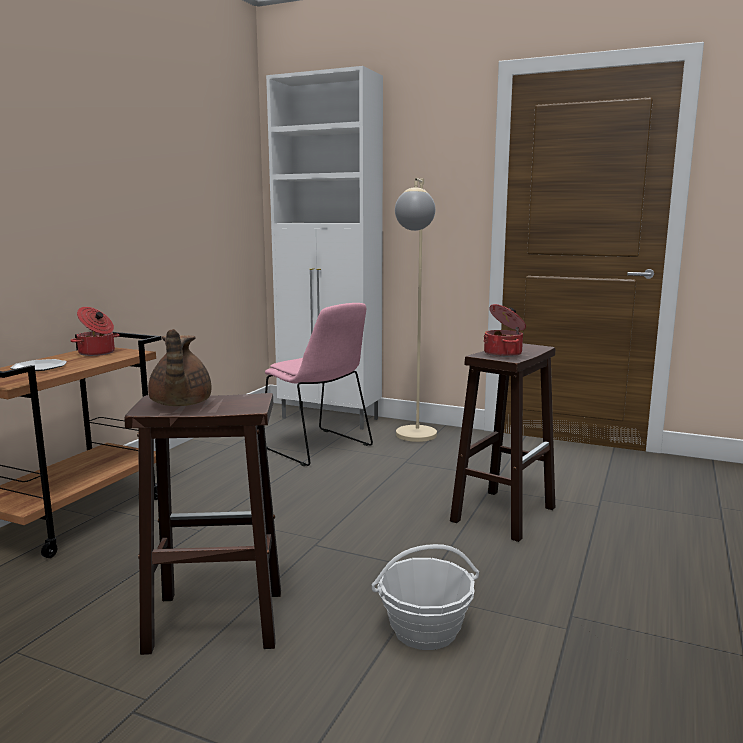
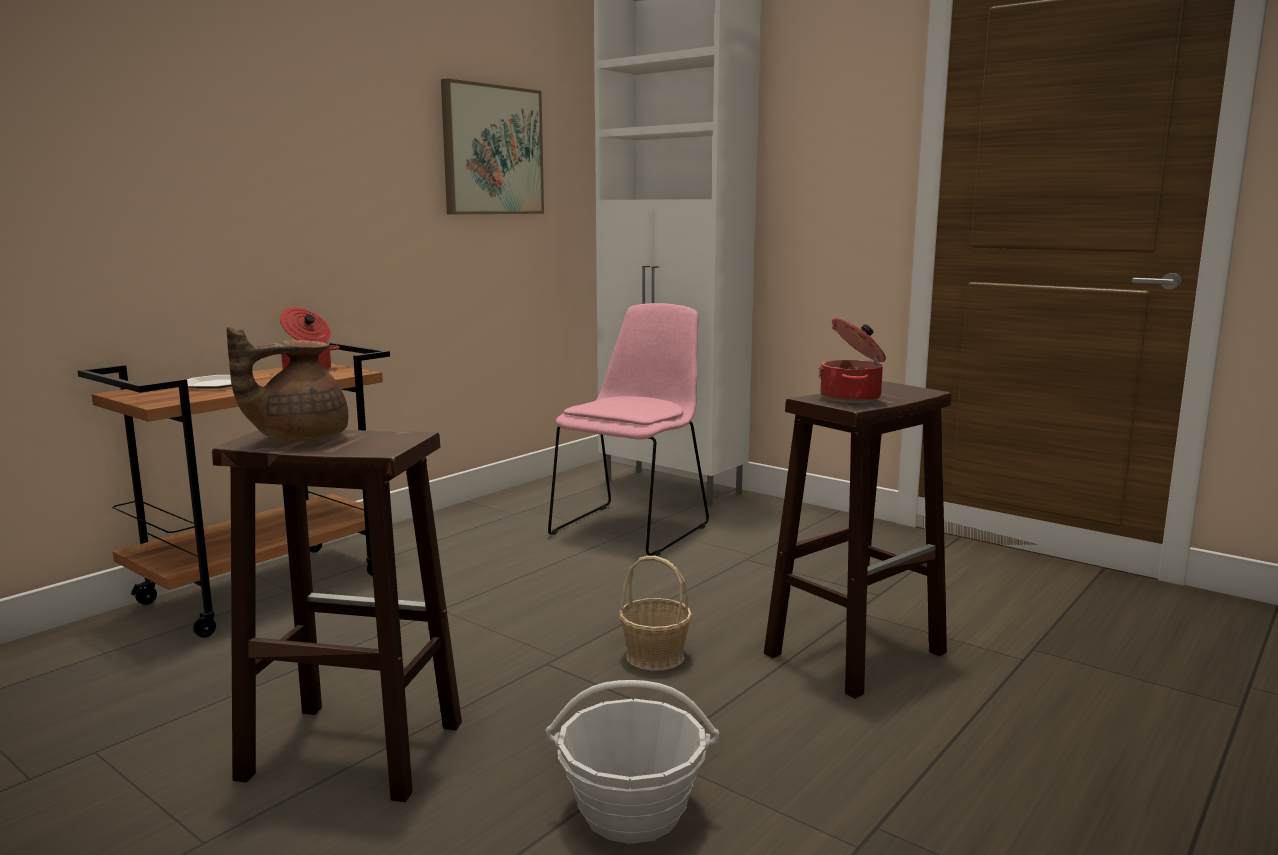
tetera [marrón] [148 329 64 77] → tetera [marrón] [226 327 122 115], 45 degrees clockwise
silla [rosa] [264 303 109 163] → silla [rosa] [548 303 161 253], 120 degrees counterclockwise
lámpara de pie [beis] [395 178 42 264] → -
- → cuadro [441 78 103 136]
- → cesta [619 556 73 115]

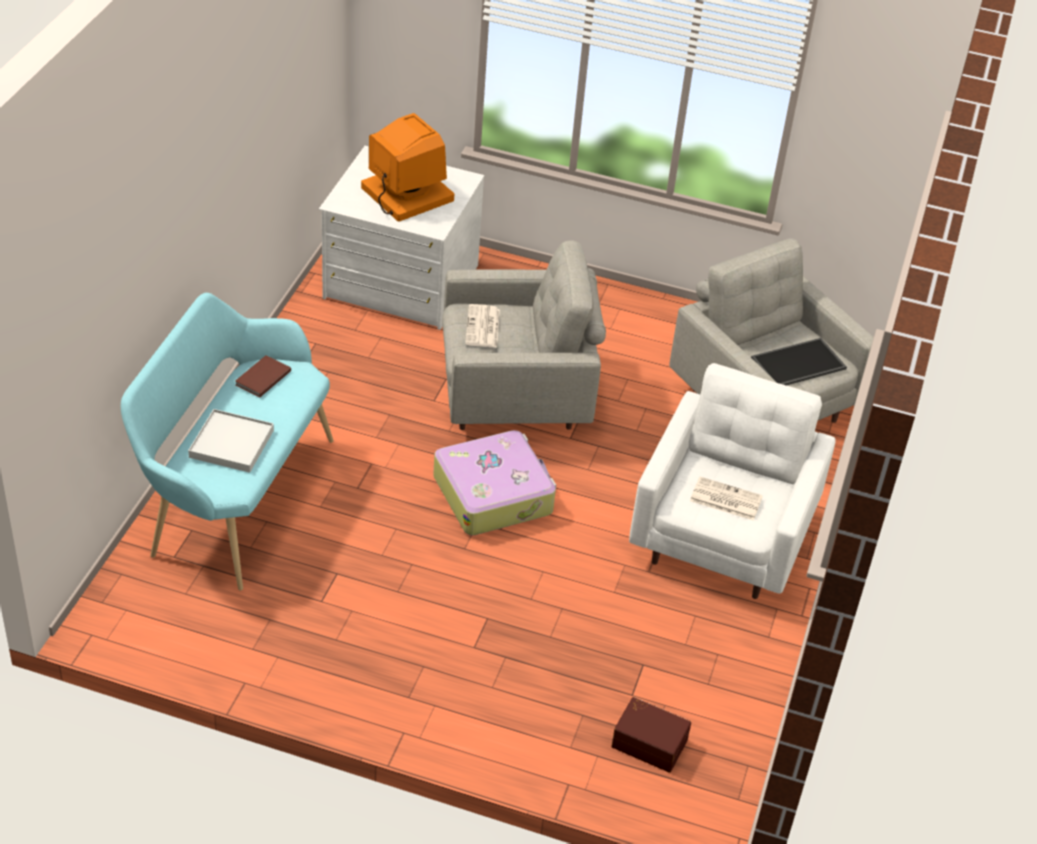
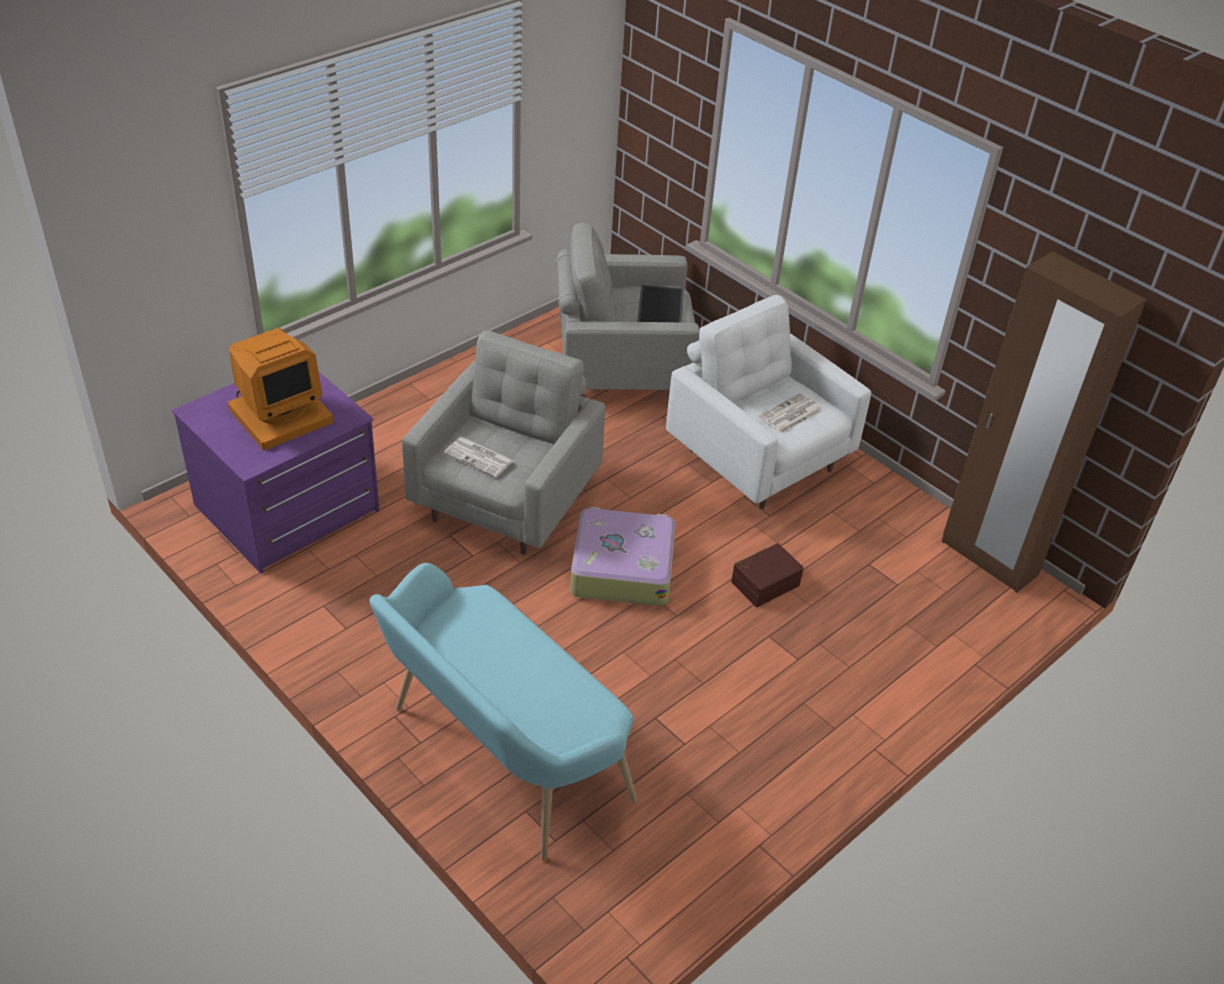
bandeja [blanco] [188 409 86 64] → -
libro [marrón] [235 355 56 43] → -
cómoda [blanco] [319 146 165 184] → cómoda [morado] [172 372 208 202]
monitor [361 113 93 109] → monitor [228 328 105 122], 150 degrees clockwise
caja de almacenaje [marrón] [611 697 80 76] → caja de almacenaje [marrón] [731 543 73 64], moved
- → armario ropero [marrón] [942 251 205 342]

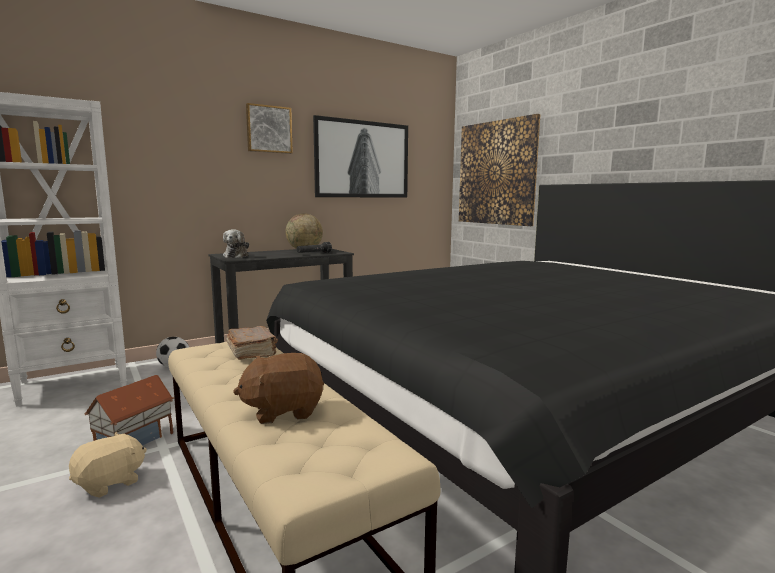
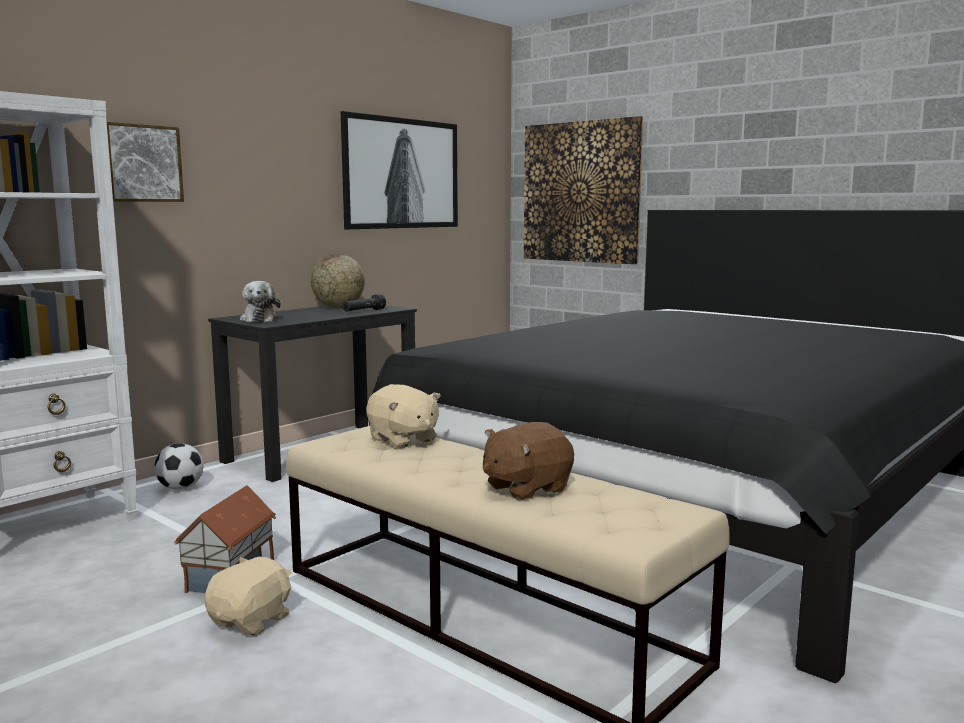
libro [marrón] [226 326 52 34] → peluche [beis] [366 384 75 64]
cuadro [246 103 47 51] → cuadro [107 122 77 80], moved

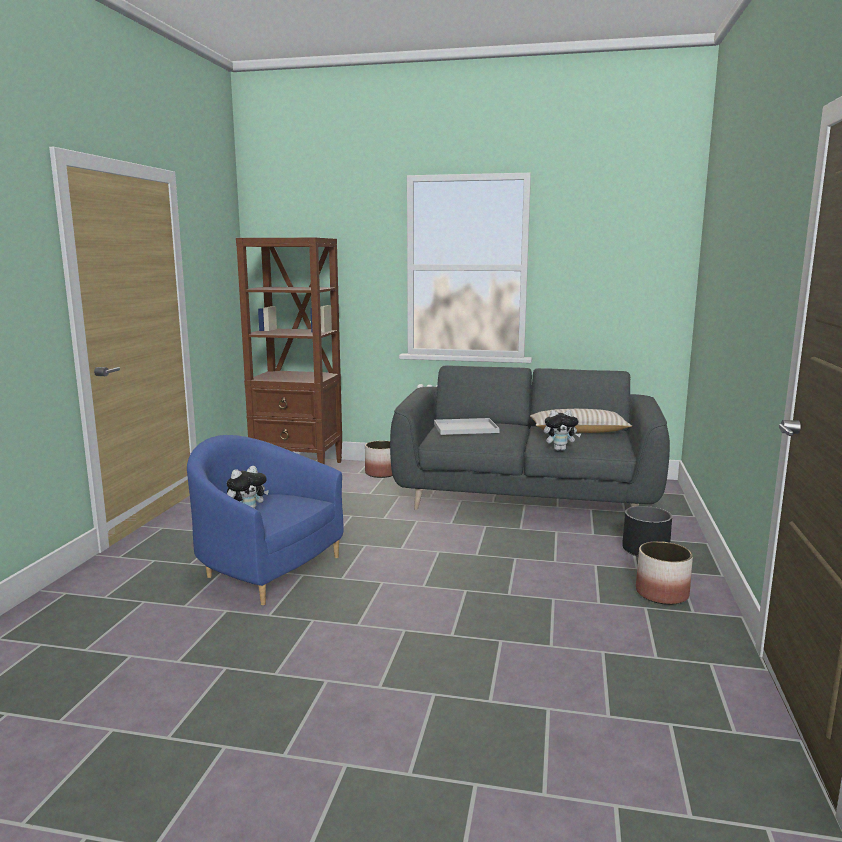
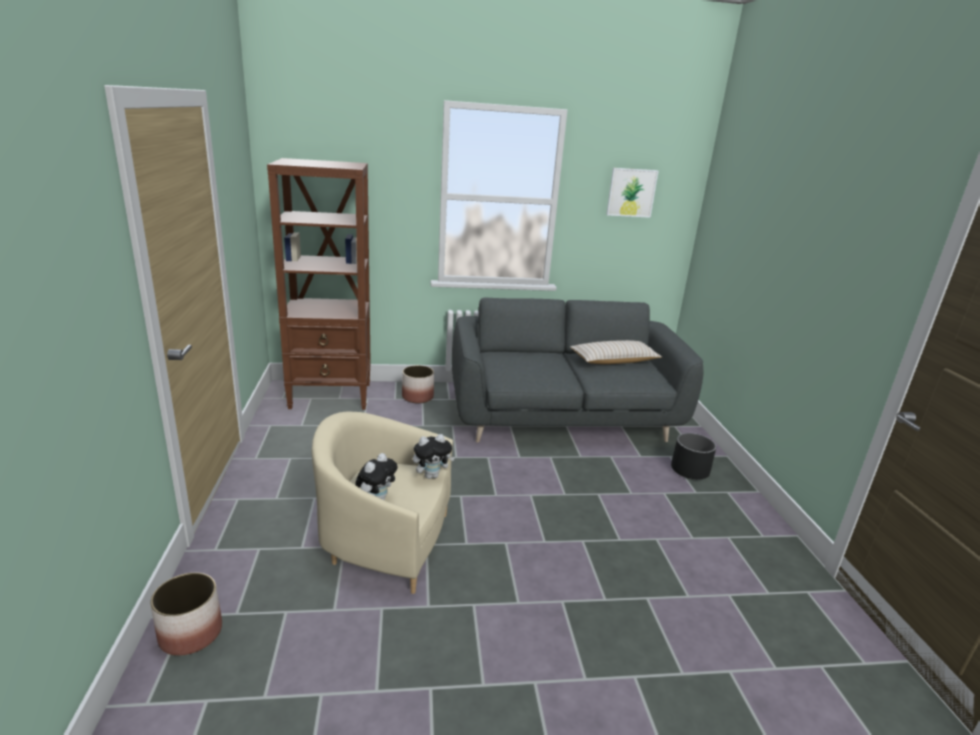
sillón [azul] [187 435 157 170] → sillón [beis] [312 412 141 182]
bandeja [blanco] [434 418 66 17] → -
peluche [544 410 37 41] → peluche [413 434 42 45], moved
maceta [636 541 57 64] → maceta [150 572 72 84], moved
- → cuadro [606 168 53 50]

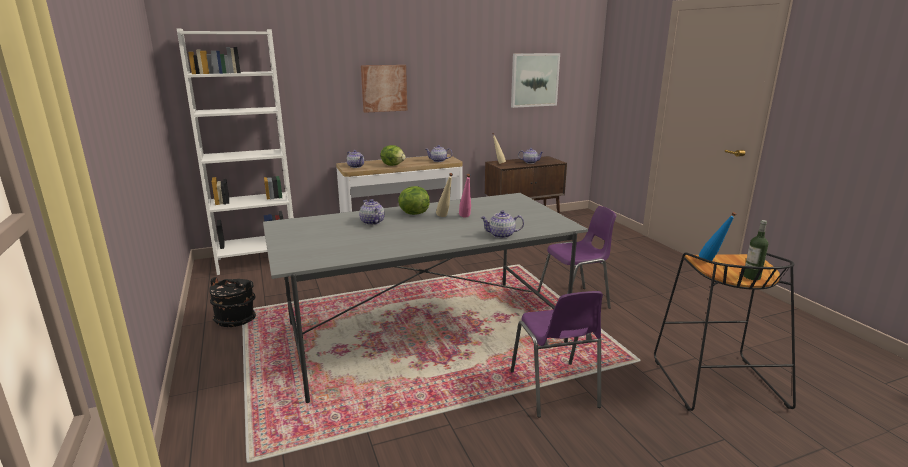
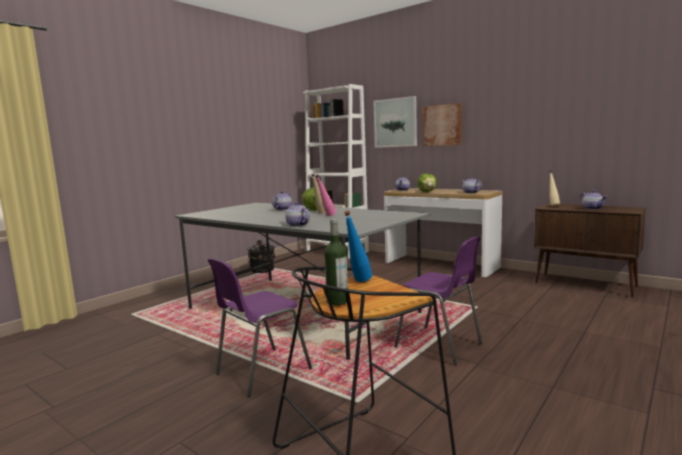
cuadro [511 53 49 55] → cuadro [373 96 44 52], moved

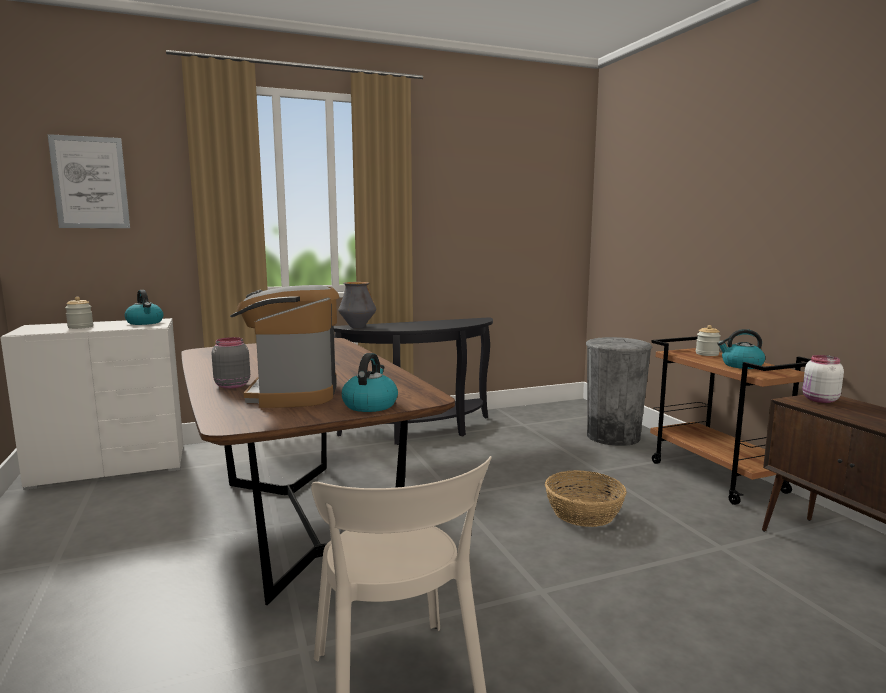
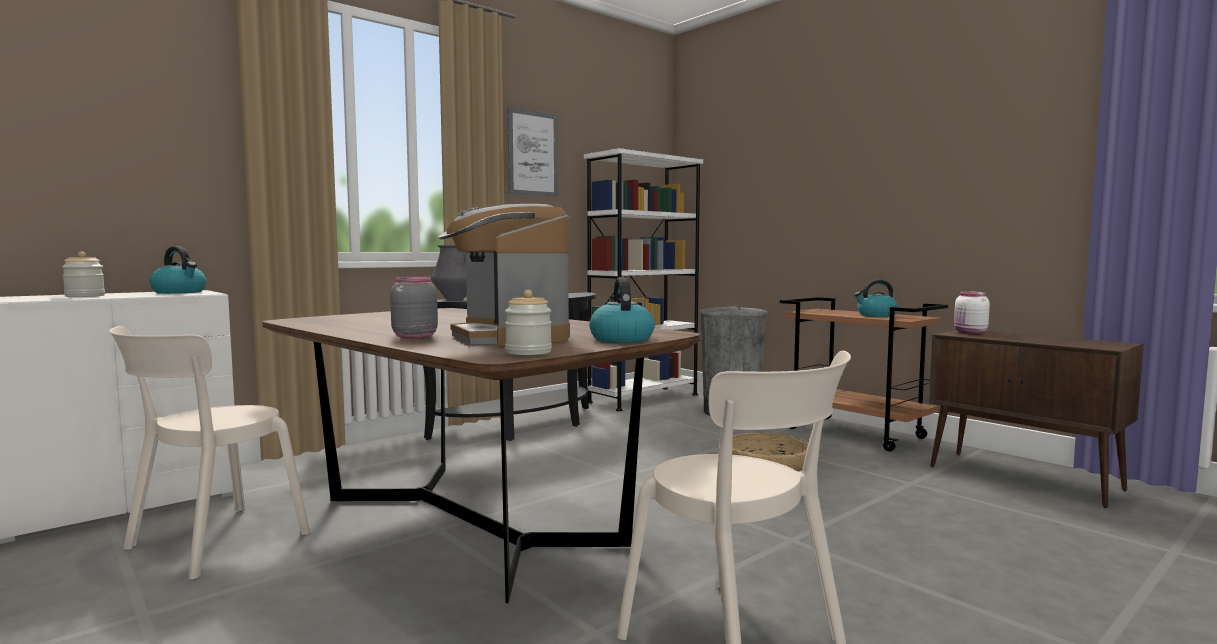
cuadro [47 134 83 94] → cuadro [507 107 51 90], moved
tarro [696 325 25 31] → tarro [505 290 47 65], moved
- → silla [beis] [109 326 201 254]
- → estantería [blanco] [584 148 119 263]

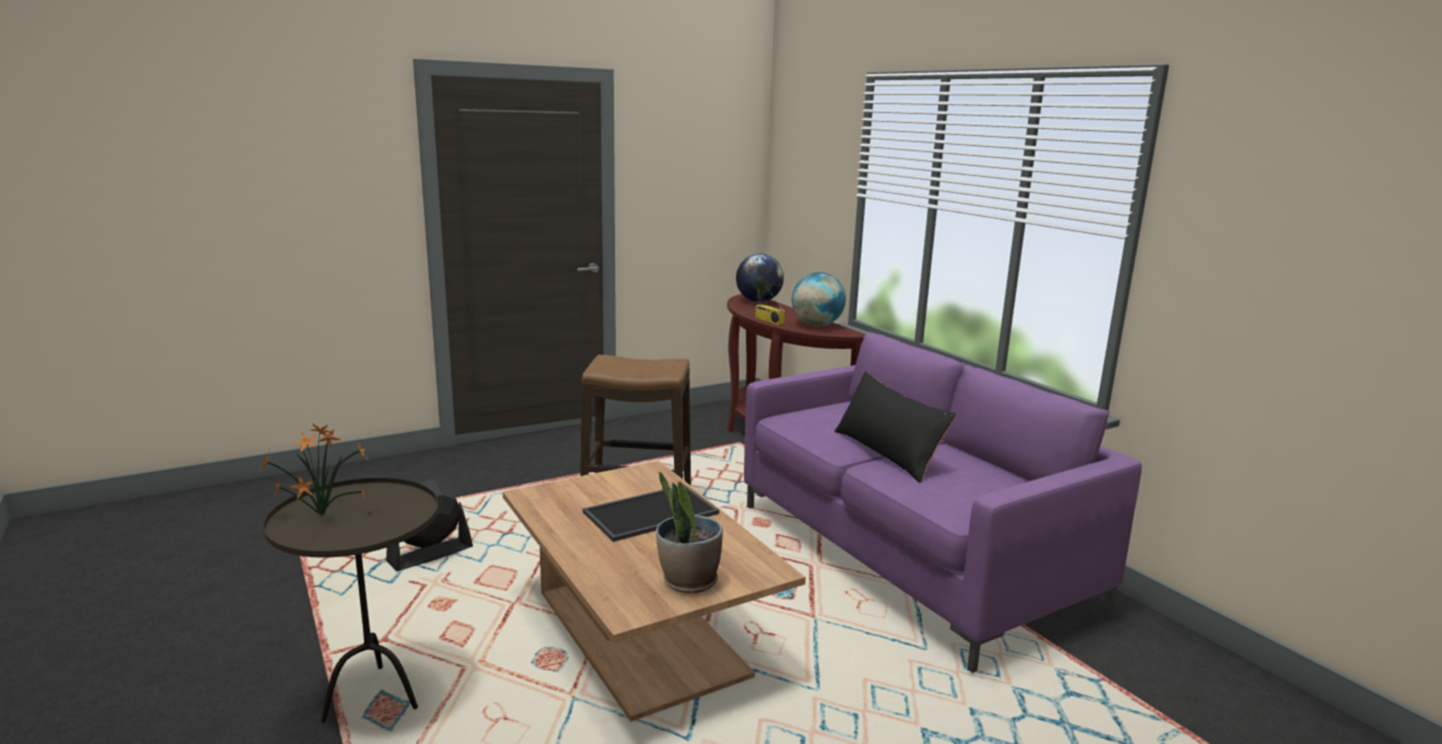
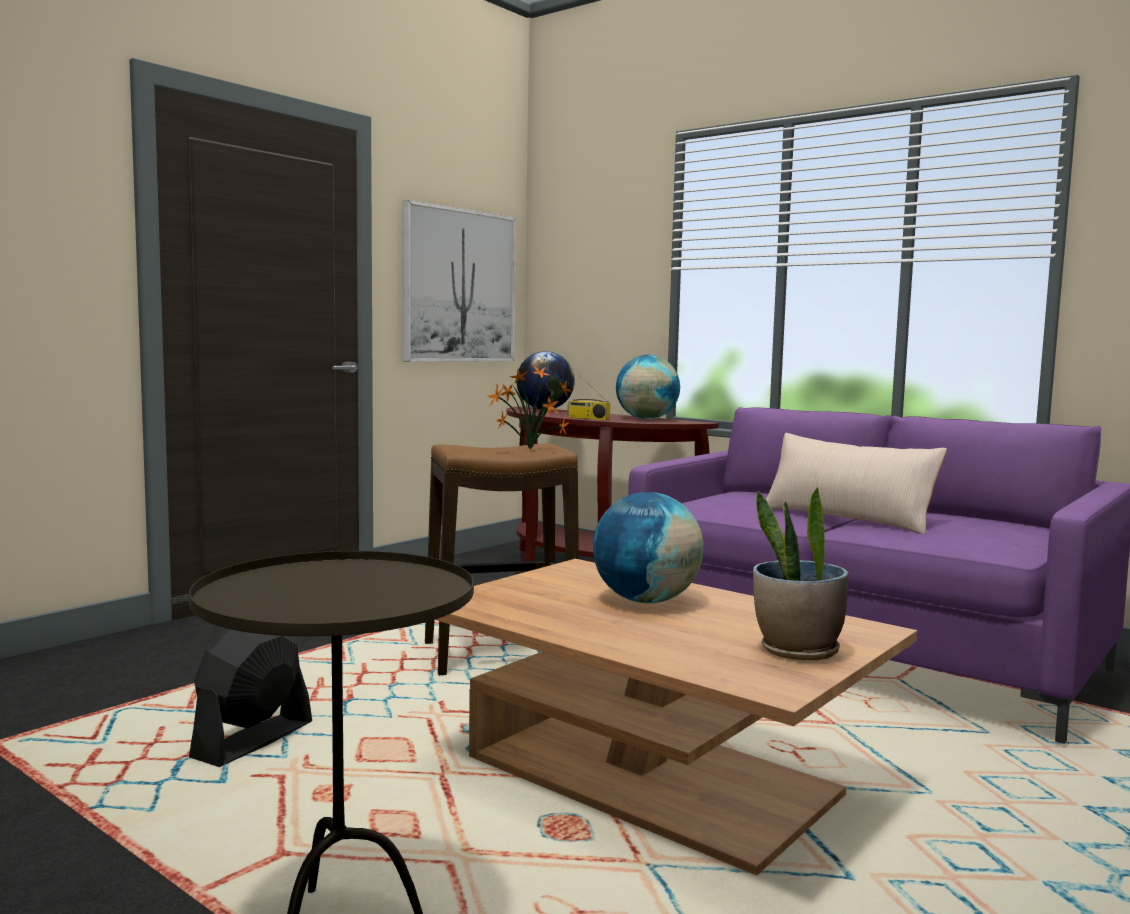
planta en maceta [257 424 111 92] → planta en maceta [488 366 84 83], moved
bandeja [583 485 136 57] → globo terráqueo [593 492 111 111]
cojín [negro] [834 371 122 112] → cojín [beis] [766 433 181 101]
- → cuadro [403 200 113 162]

